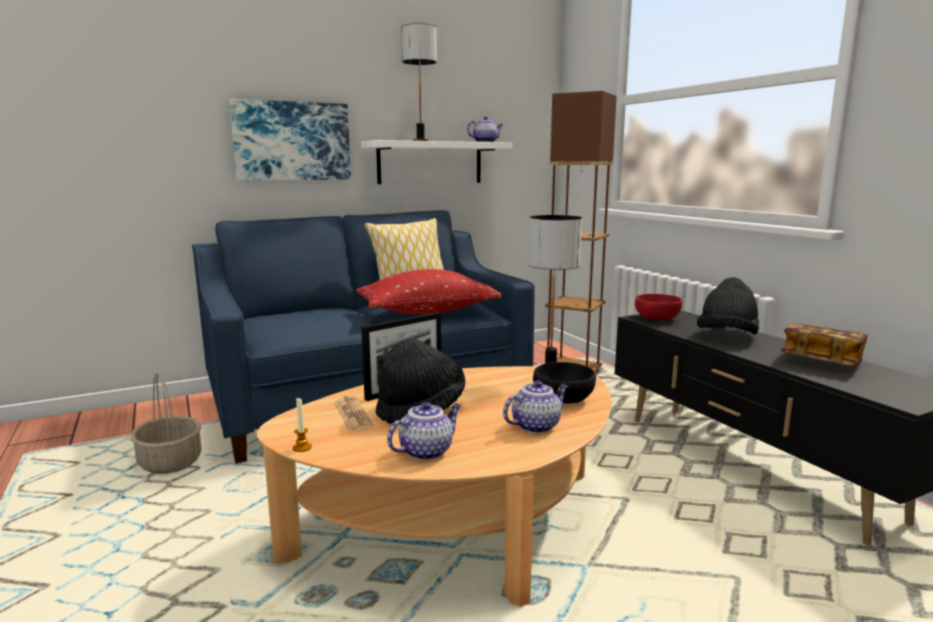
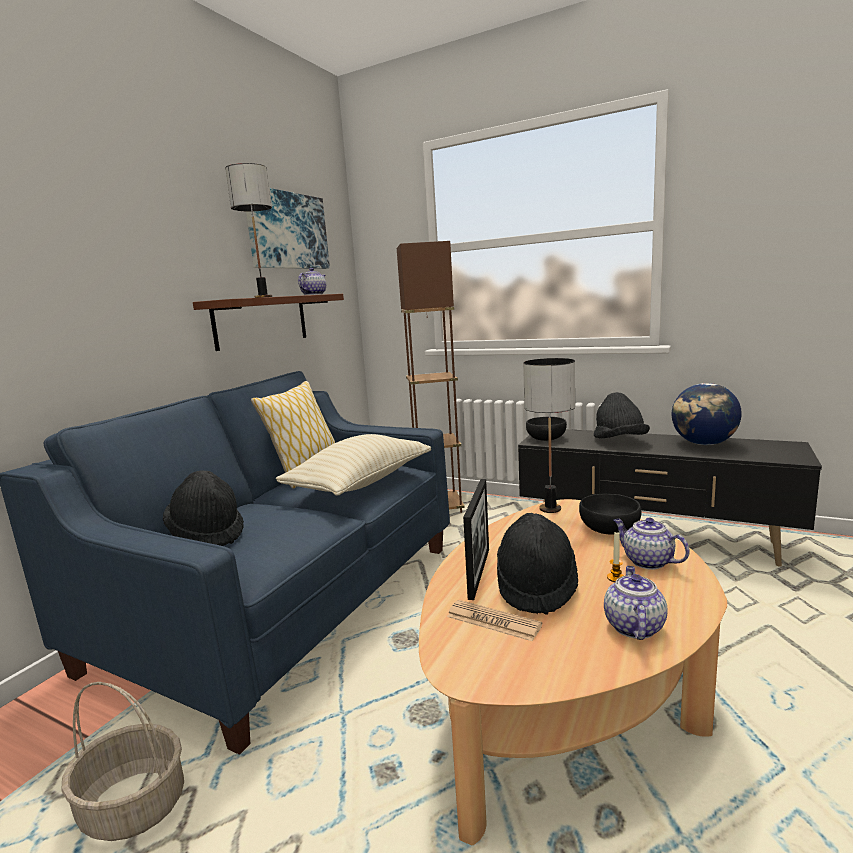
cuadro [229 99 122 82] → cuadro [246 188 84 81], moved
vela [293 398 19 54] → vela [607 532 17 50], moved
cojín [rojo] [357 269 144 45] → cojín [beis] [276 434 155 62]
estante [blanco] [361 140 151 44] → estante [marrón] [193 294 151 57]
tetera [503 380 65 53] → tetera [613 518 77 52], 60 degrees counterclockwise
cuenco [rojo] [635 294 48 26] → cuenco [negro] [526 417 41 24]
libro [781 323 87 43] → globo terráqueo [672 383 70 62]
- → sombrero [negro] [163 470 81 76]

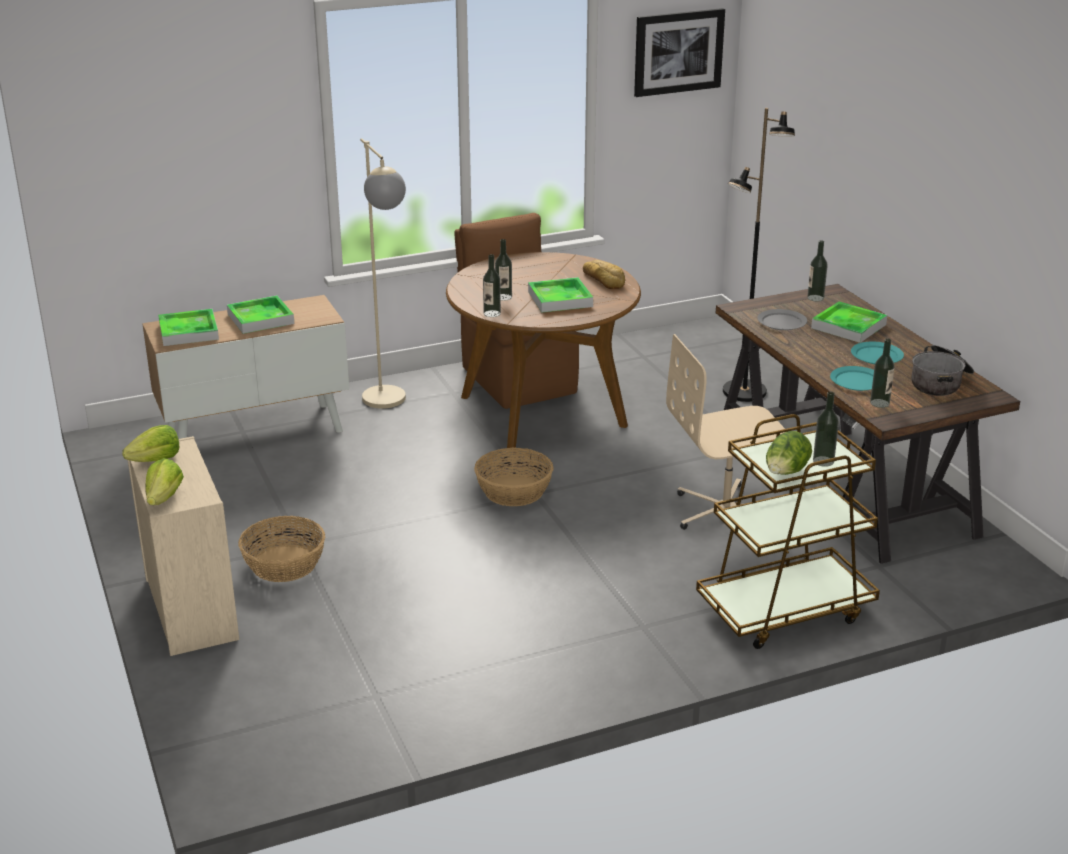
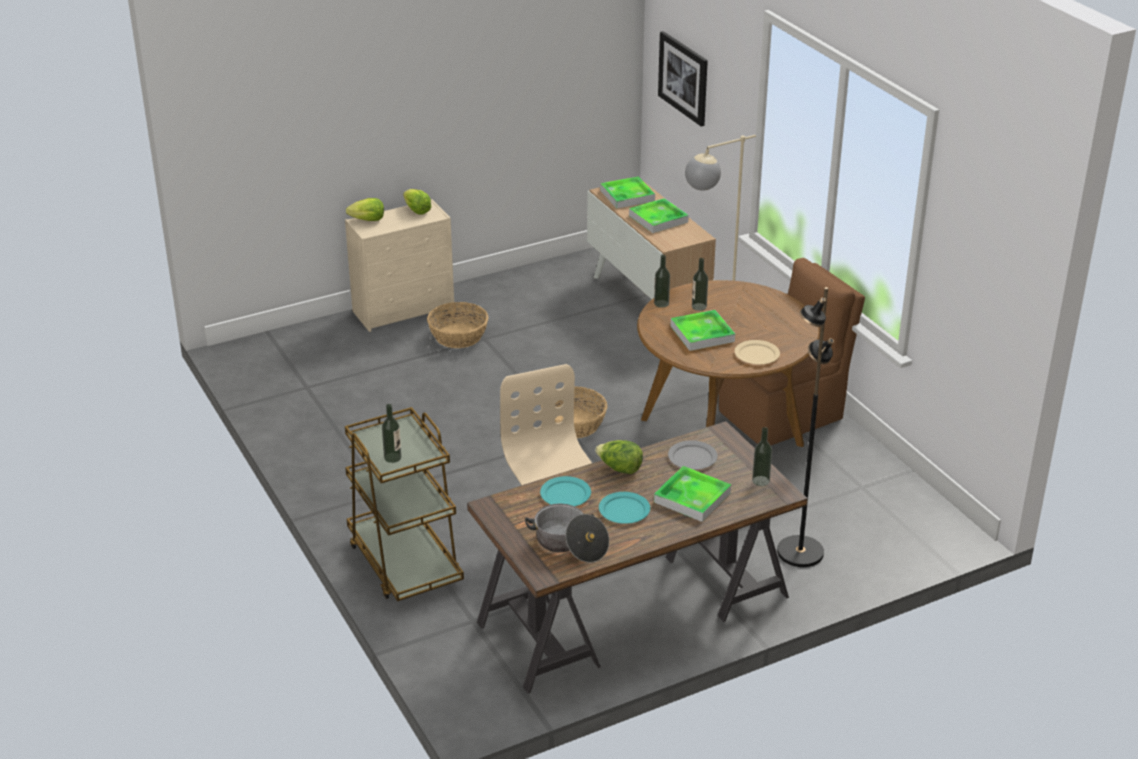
pan [583 260 42 29] → plato [beis] [735 340 45 24]
cuadro [634 8 91 89] → cuadro [658 31 50 95], moved
lechuga [766 431 46 44] → lechuga [595 440 48 34], moved
botella [870 338 25 70] → -

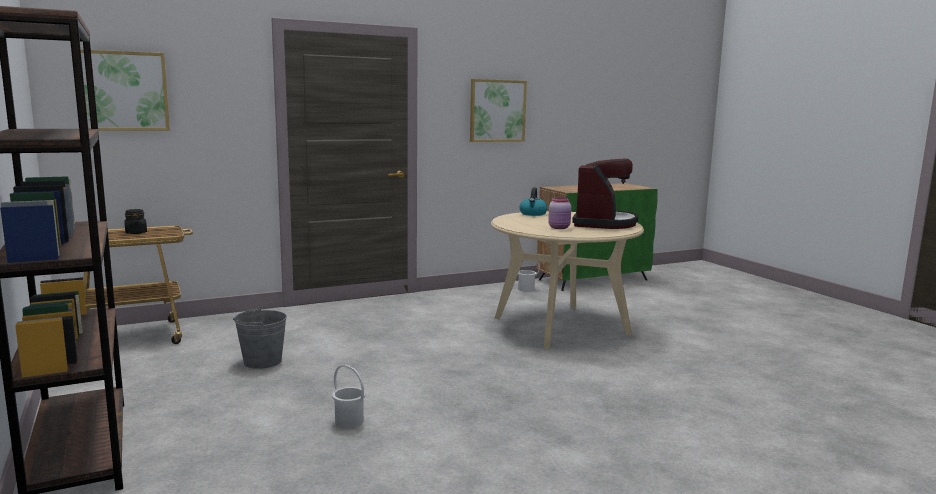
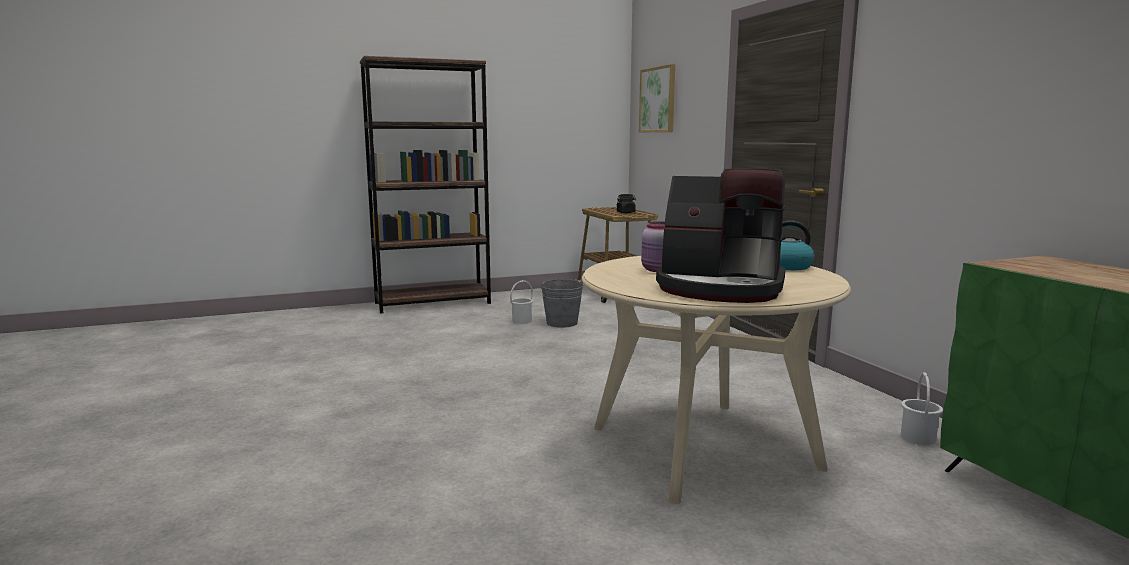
cubo [blanco] [332 365 34 64] → cubo [blanco] [510 280 23 44], moved
cuadro [470 79 57 63] → -

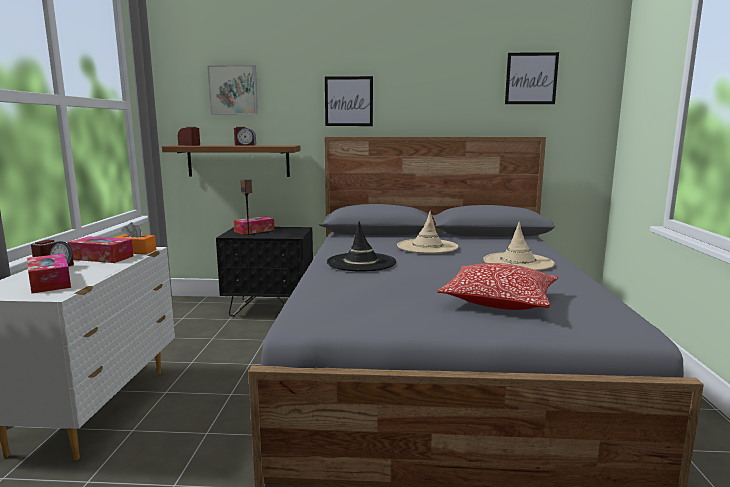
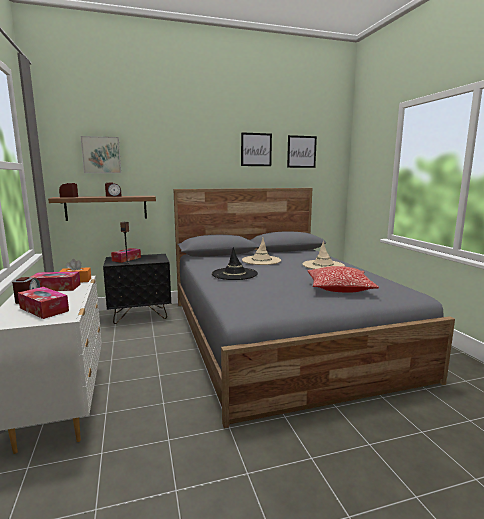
cuadro [325 76 48 50] → cuadro [241 132 31 34], moved

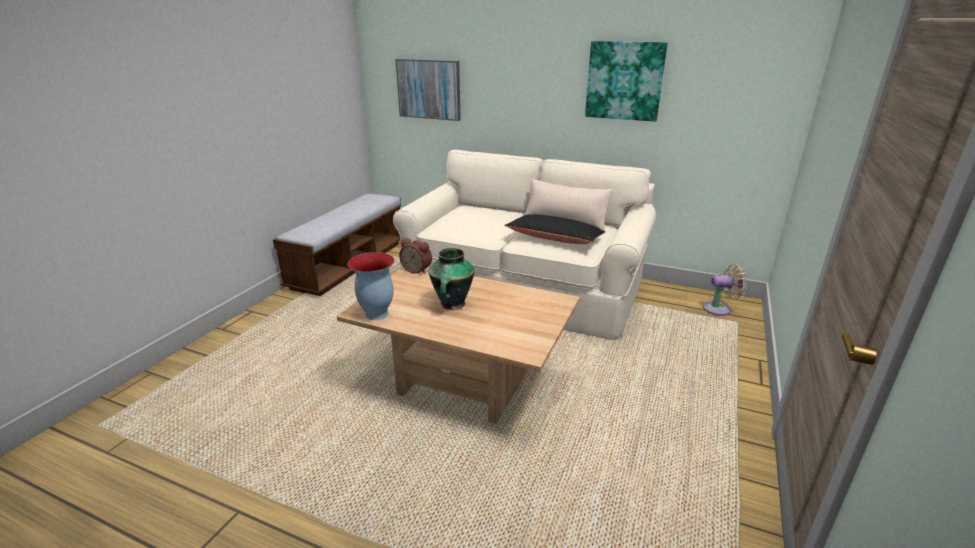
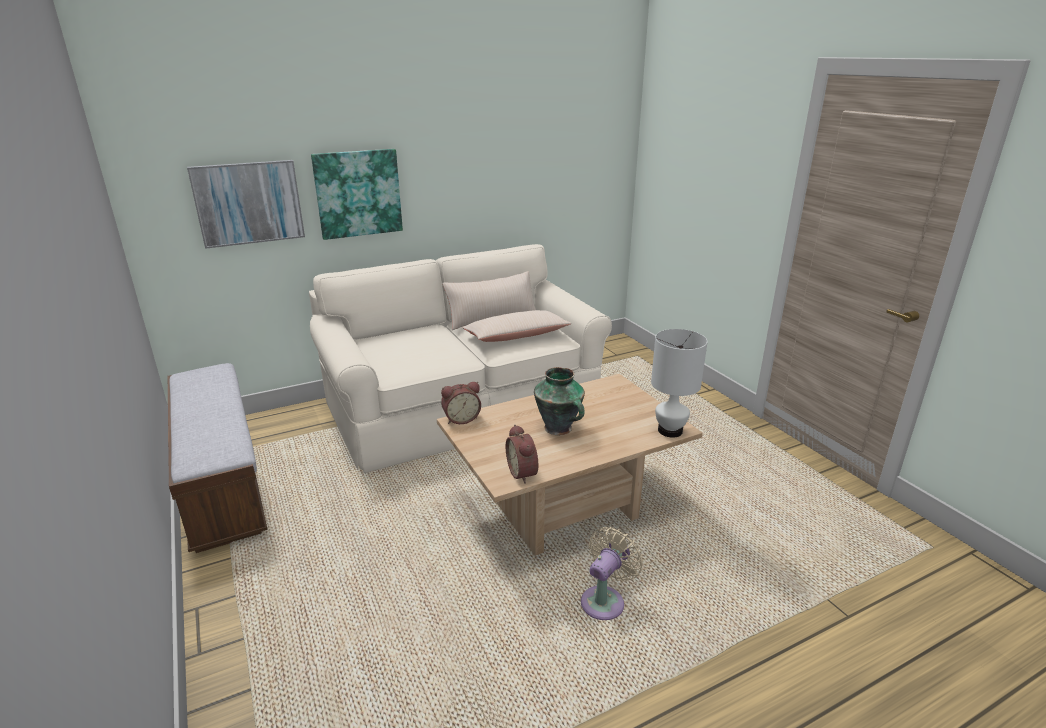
florero [348 252 47 68] → despertador [506 425 32 59]
cojín [negro] [504 214 101 30] → cojín [beis] [462 310 110 32]
cuadro [585 41 83 81] → cuadro [311 149 92 91], moved
ventilador [beis] [703 264 44 52] → ventilador [beis] [581 527 62 93], moved
- → lámpara de mesa [blanco] [651 329 57 109]

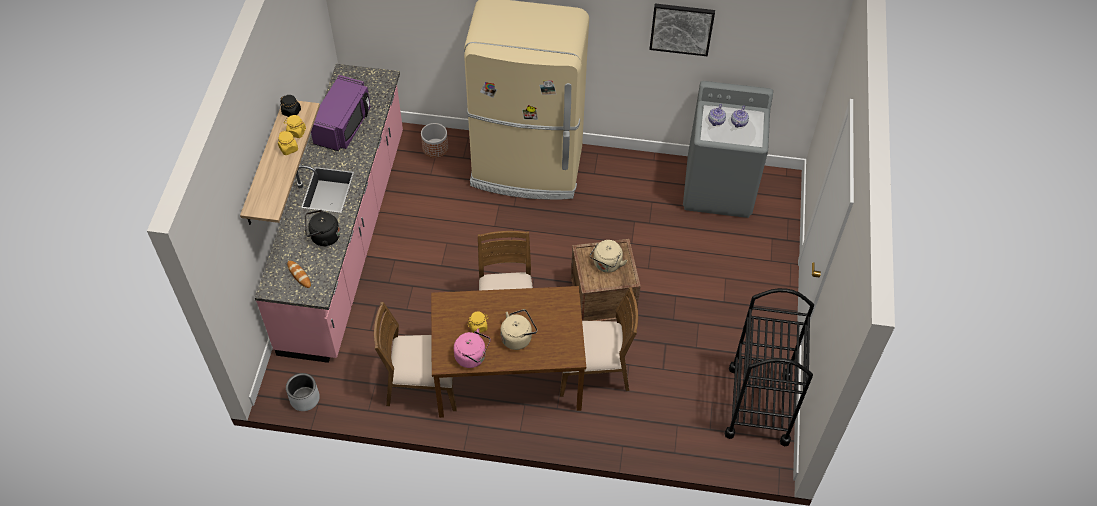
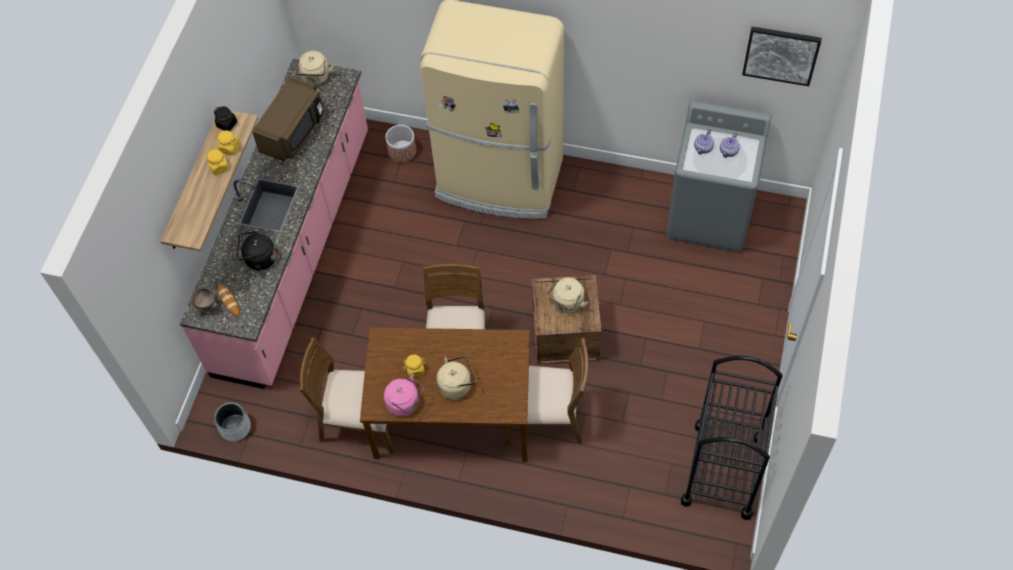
microondas [morado] [311 75 60 76] → microondas [marrón] [252 76 72 86]
cuadro [649 4 66 52] → cuadro [742 27 80 59], moved
- → cuenco [marrón] [192 288 25 24]
- → hervidor [beis] [296 51 38 34]

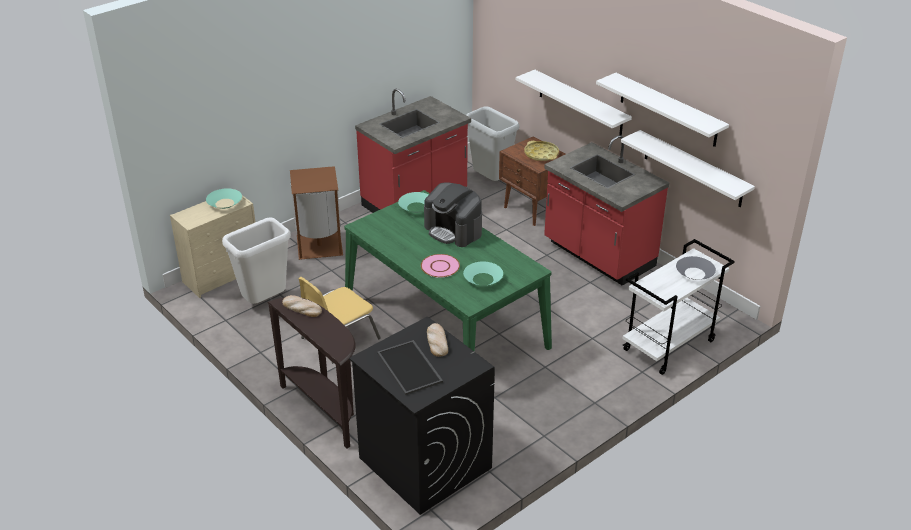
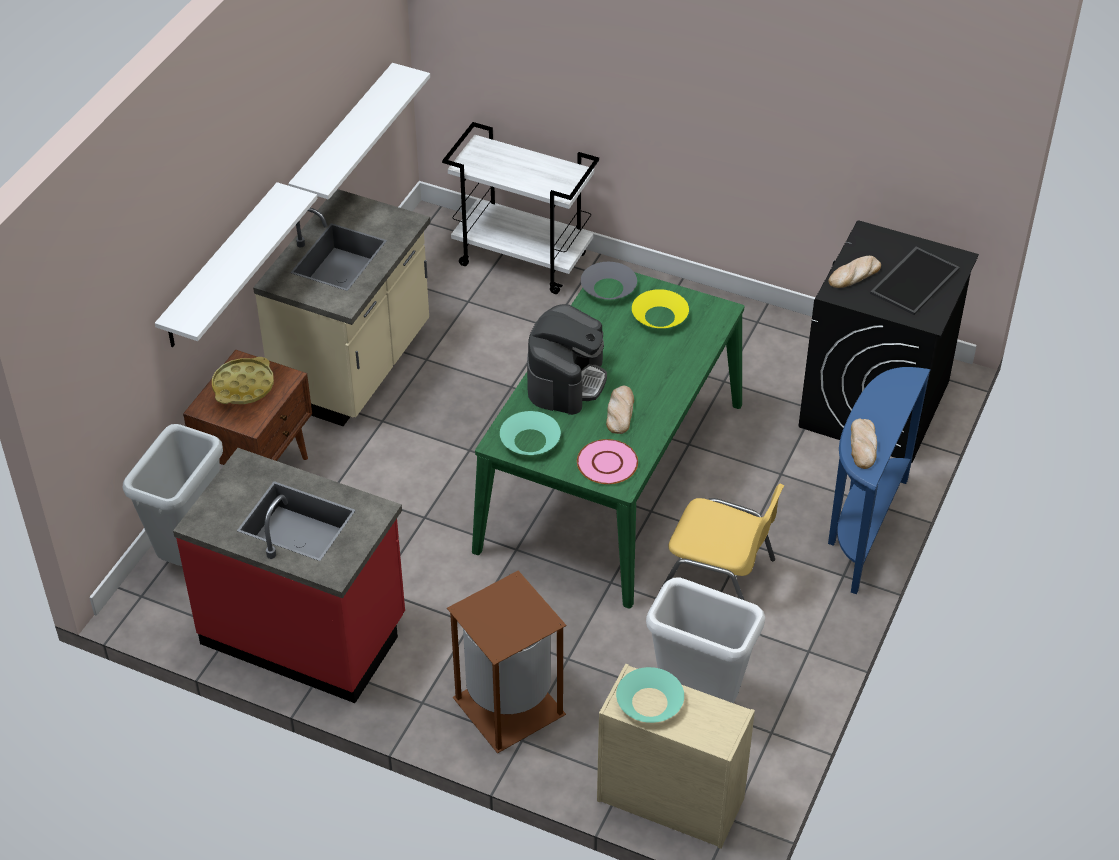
mesa consola [marrón] [267 297 89 152] → mesa consola [azul] [828 367 102 227]
plato [rosa] [421 254 39 24] → plato [rosa] [577 439 61 45], moved
cuenco [turquesa] [463 262 40 24] → cuenco [amarillo] [632 289 57 39]
mueble bajo de cocina [rojo] [544 135 125 151] → mueble bajo de cocina [beis] [253 189 177 237]
estante [blanco] [596 73 133 74] → -
cuenco [gris] [676 256 40 24] → cuenco [gris] [581 262 56 37], moved
- → pan [606 386 28 48]

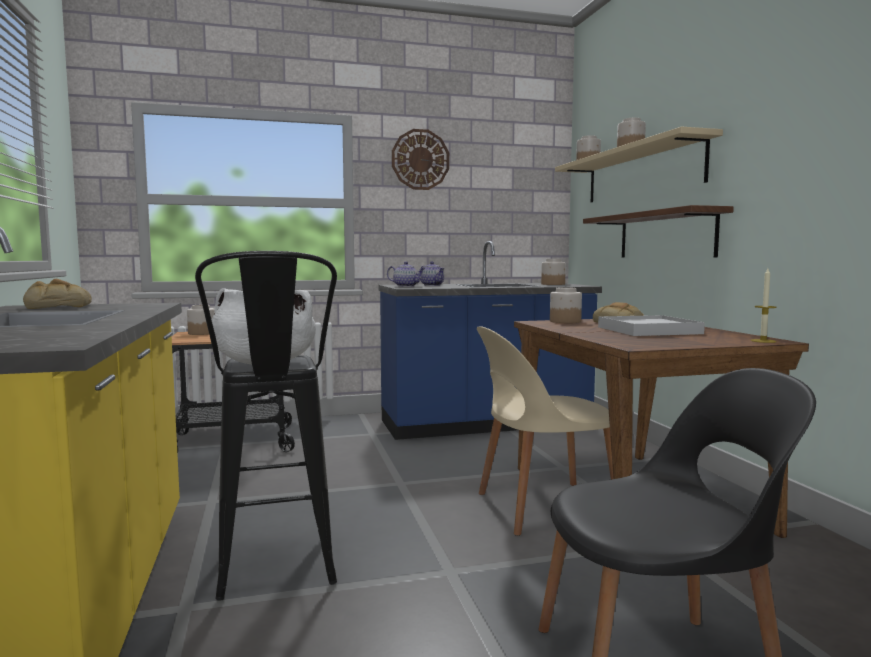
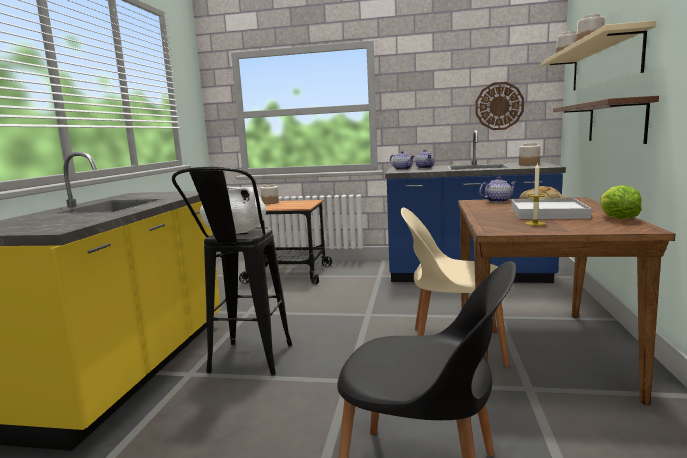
pan [23 279 69 30] → -
reloj de pared [392 129 57 61] → reloj de pared [475 82 49 48], moved
tarro [550 287 32 36] → tetera [479 177 38 26]
vela [751 268 26 75] → vela [525 162 20 64], moved
- → lechuga [600 185 42 34]

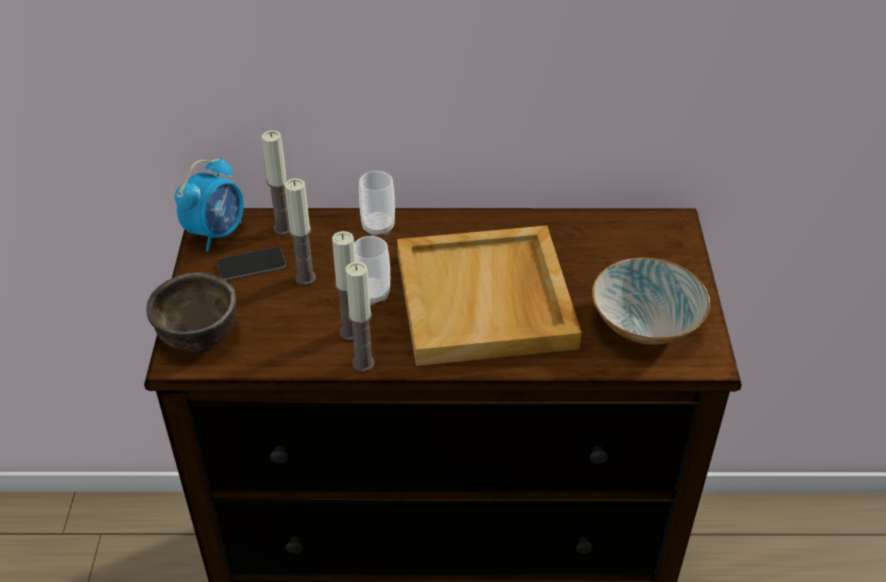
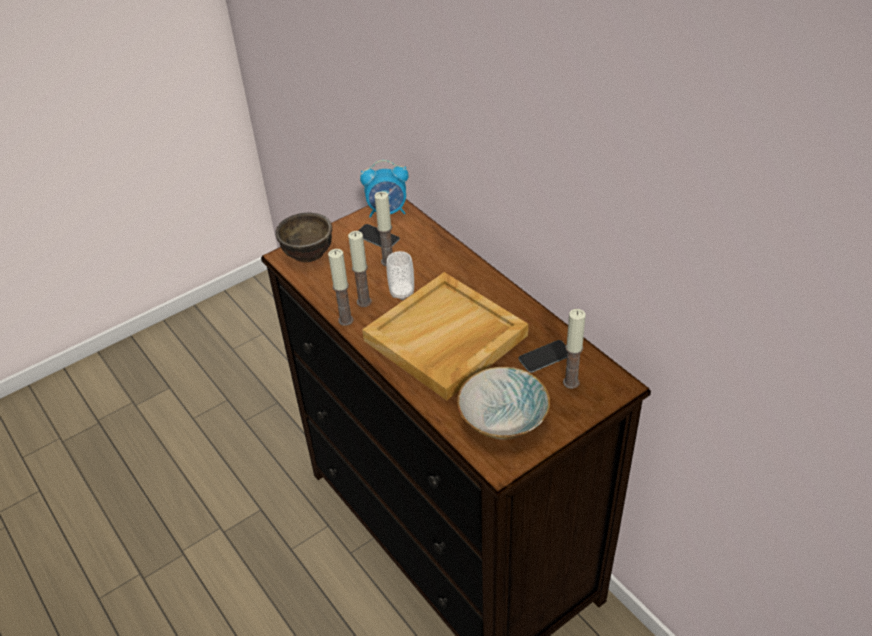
vela [262 130 28 105] → vela [563 309 23 80], moved
taza [359 171 36 65] → -
- → móvil [519 340 49 33]

